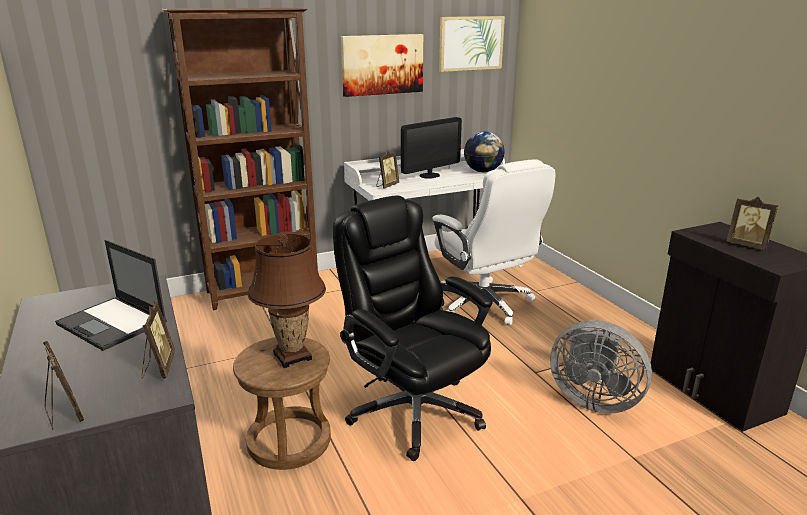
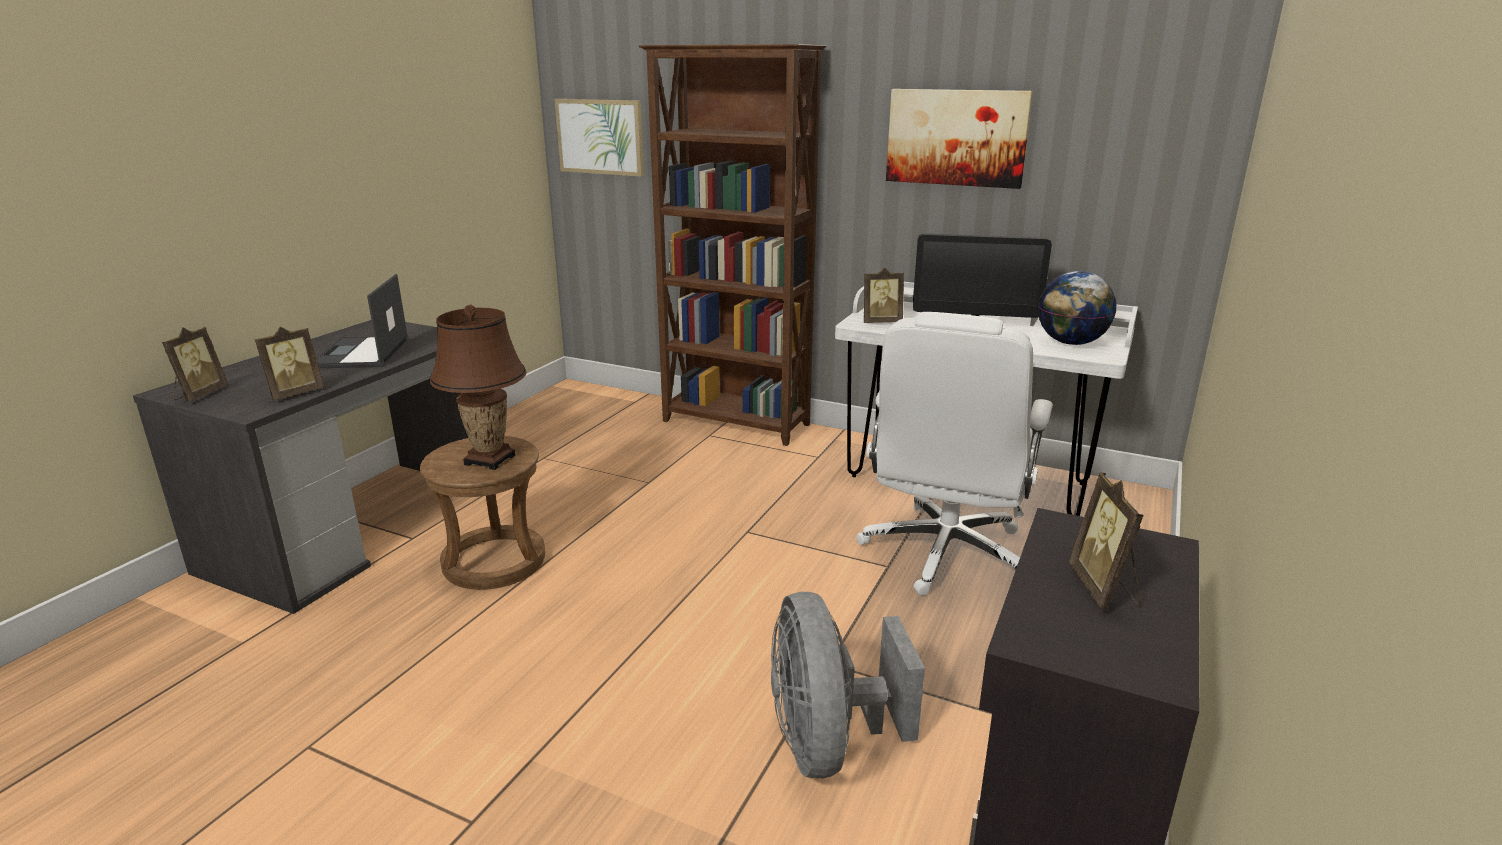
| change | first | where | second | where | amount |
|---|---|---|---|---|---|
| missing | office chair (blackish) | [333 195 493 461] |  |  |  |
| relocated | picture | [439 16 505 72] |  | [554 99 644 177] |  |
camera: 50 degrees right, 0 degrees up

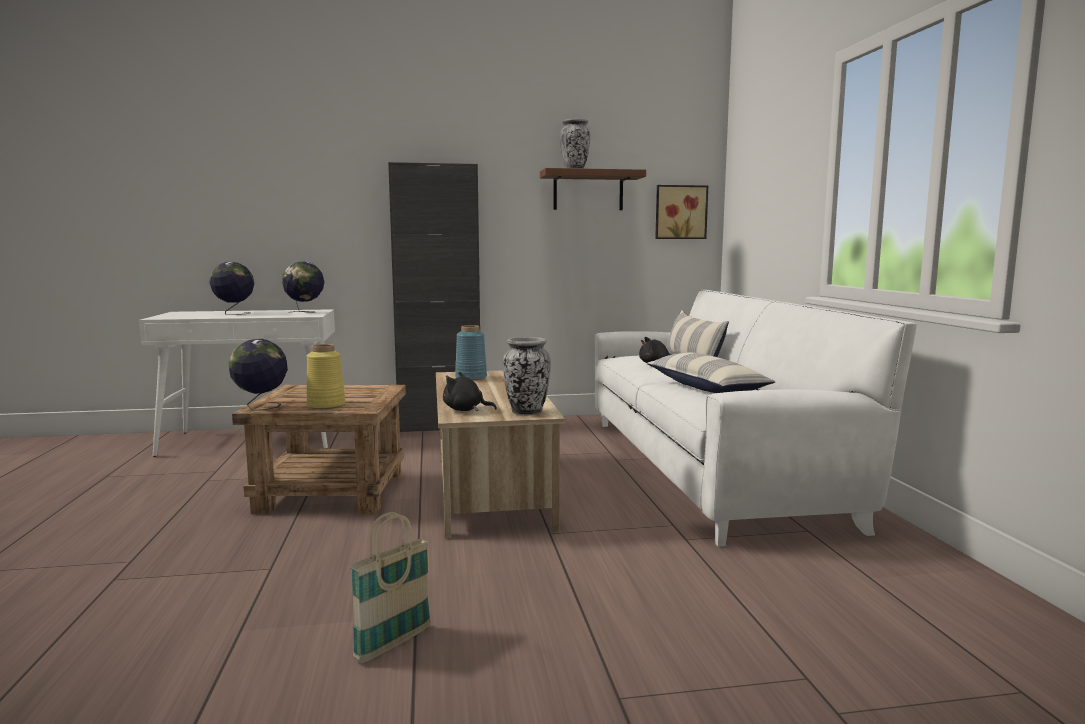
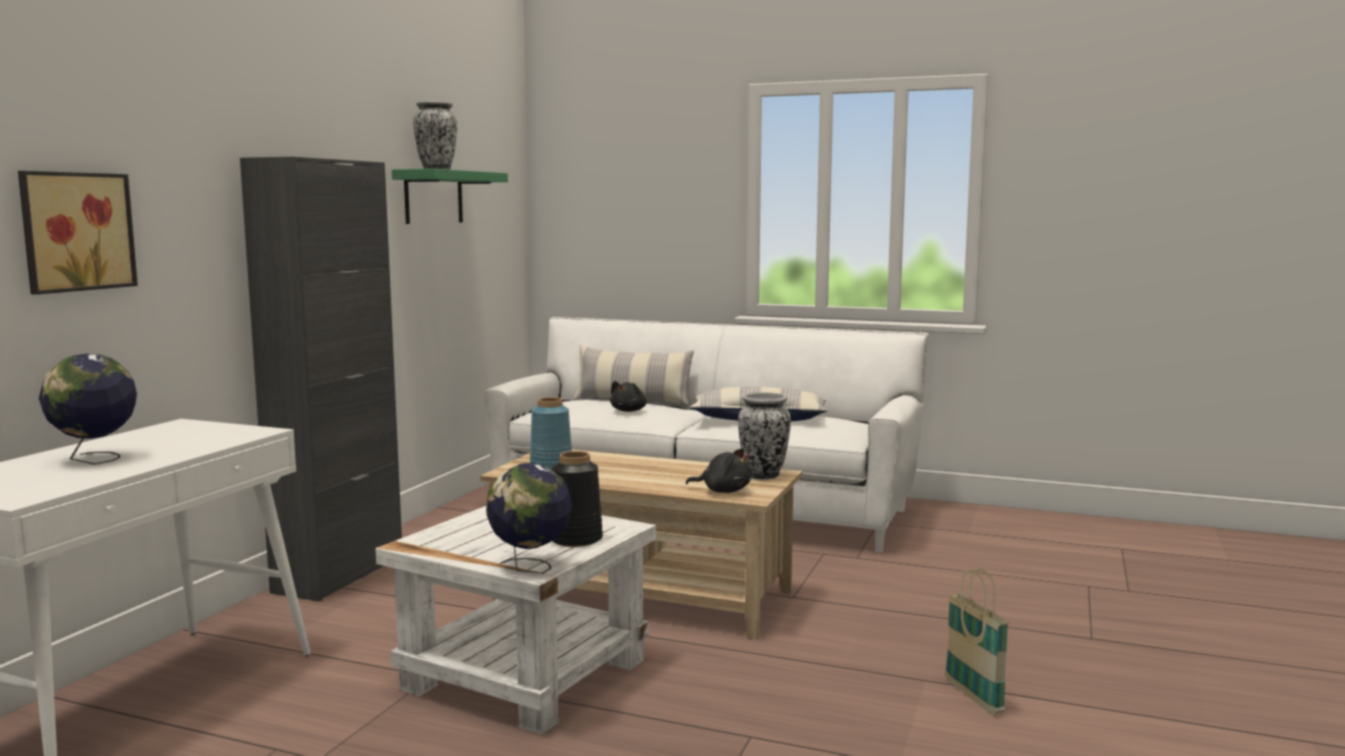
| change | first | where | second | where | amount |
|---|---|---|---|---|---|
| colour | side table (brownish) | [232 385 406 514] | side table (white) | [376 506 656 735] |  |
| missing | desk globe | [282 261 324 313] |  |  |  |
| colour | vase (yellow-coloured) | [307 344 346 409] | vase (blackish) | [552 451 603 547] |  |
| spun | soft toy (blackish) | [443 372 497 411] |  | [686 448 751 493] | 120 degrees counterclockwise |
| colour | shelf (brownish) | [540 168 646 210] | shelf (greenish) | [392 169 508 224] |  |
| relocated | picture | [655 185 708 239] |  | [18 171 138 295] |  |
camera: 60 degrees left, 0 degrees up

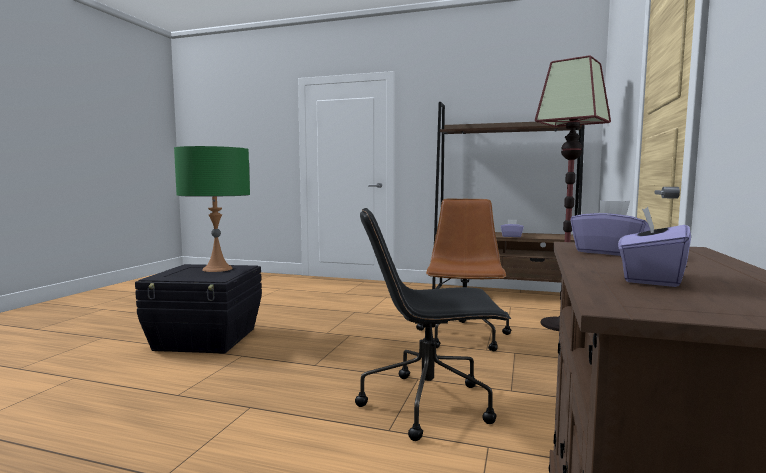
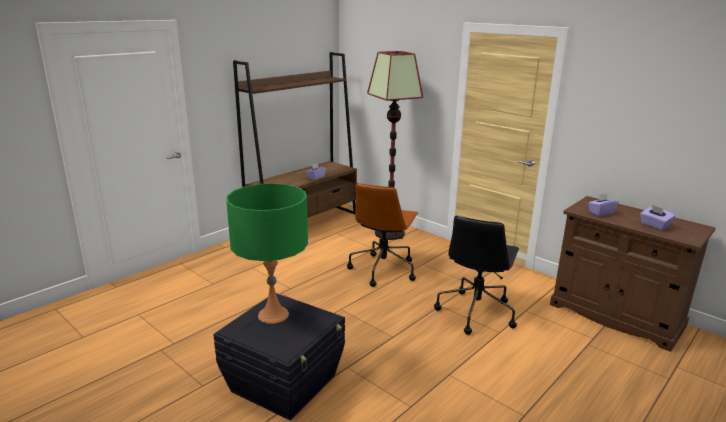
| change | first | where | second | where | amount |
|---|---|---|---|---|---|
| spun | office chair (brownish) | [416 199 511 351] |  | [347 183 419 287] | 105 degrees counterclockwise |
camera: 65 degrees left, 15 degrees up

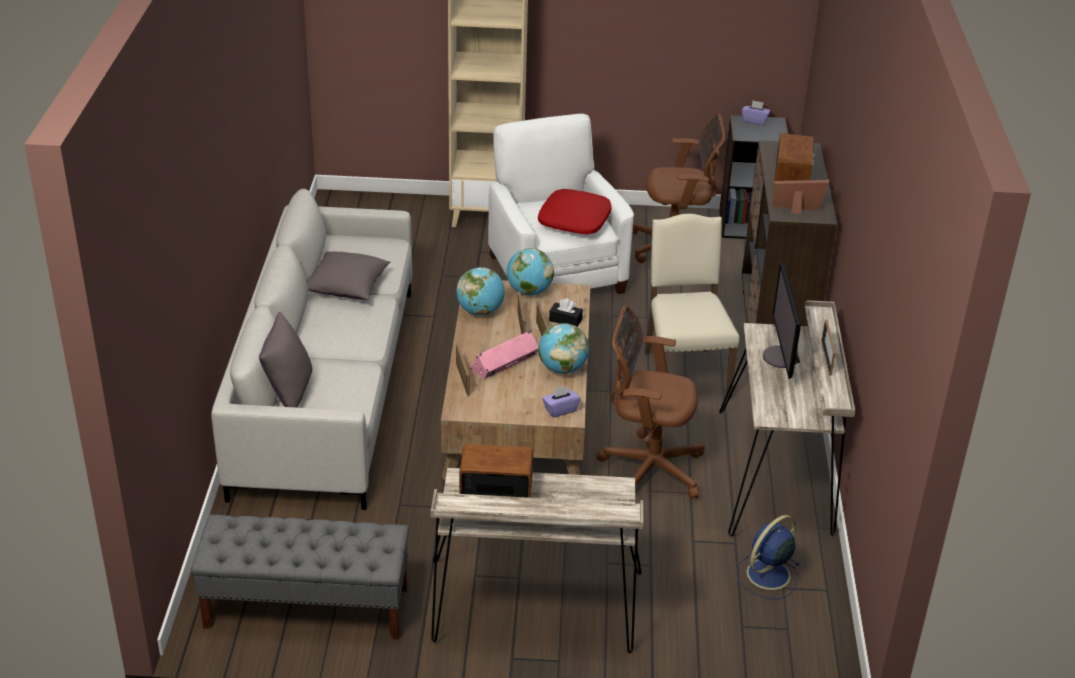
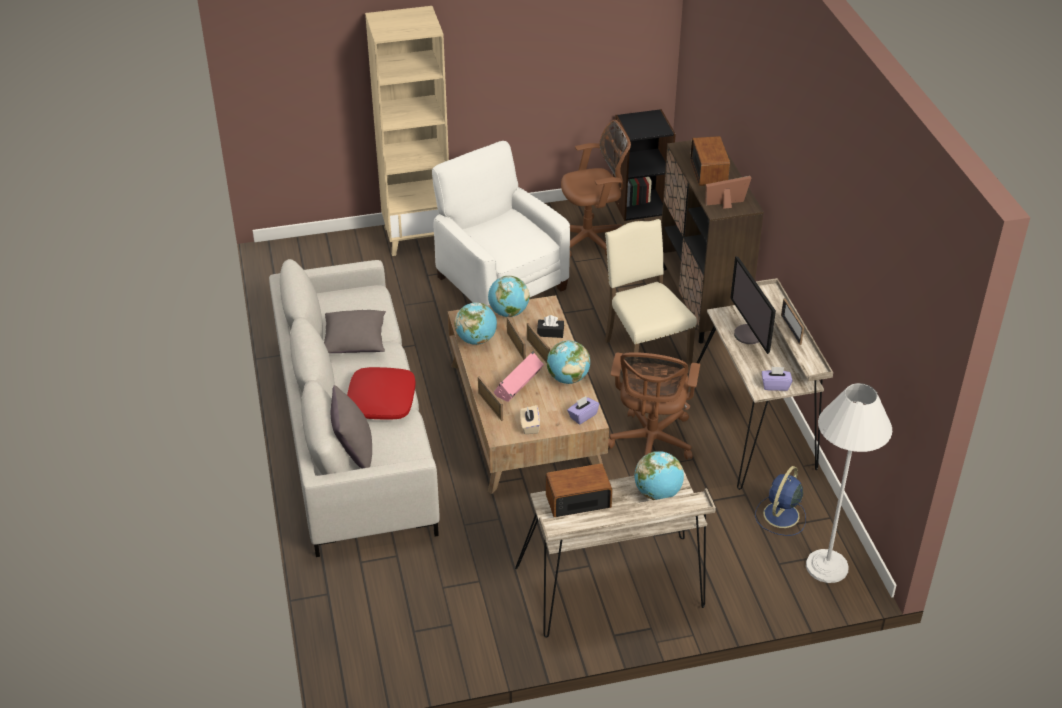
| change | first | where | second | where | amount |
|---|---|---|---|---|---|
| missing | bench (greyish) | [191 515 409 640] |  |  |  |
| relocated | throw pillow (red) | [538 189 612 234] |  | [347 367 416 420] |  |
| spun | office chair (brownish) | [596 305 705 499] |  | [608 352 700 460] | 75 degrees counterclockwise |
| relocated | tissue holder (purplish) | [742 100 771 125] |  | [762 366 792 391] |  |
| appeared |  |  | tissue holder (sand-coloured) | [520 405 540 434] |  |
| appeared |  |  | desk globe | [635 451 684 500] |  |
| appeared |  |  | standard lamp (white) | [806 383 892 583] |  |
camera: 15 degrees left, 5 degrees up

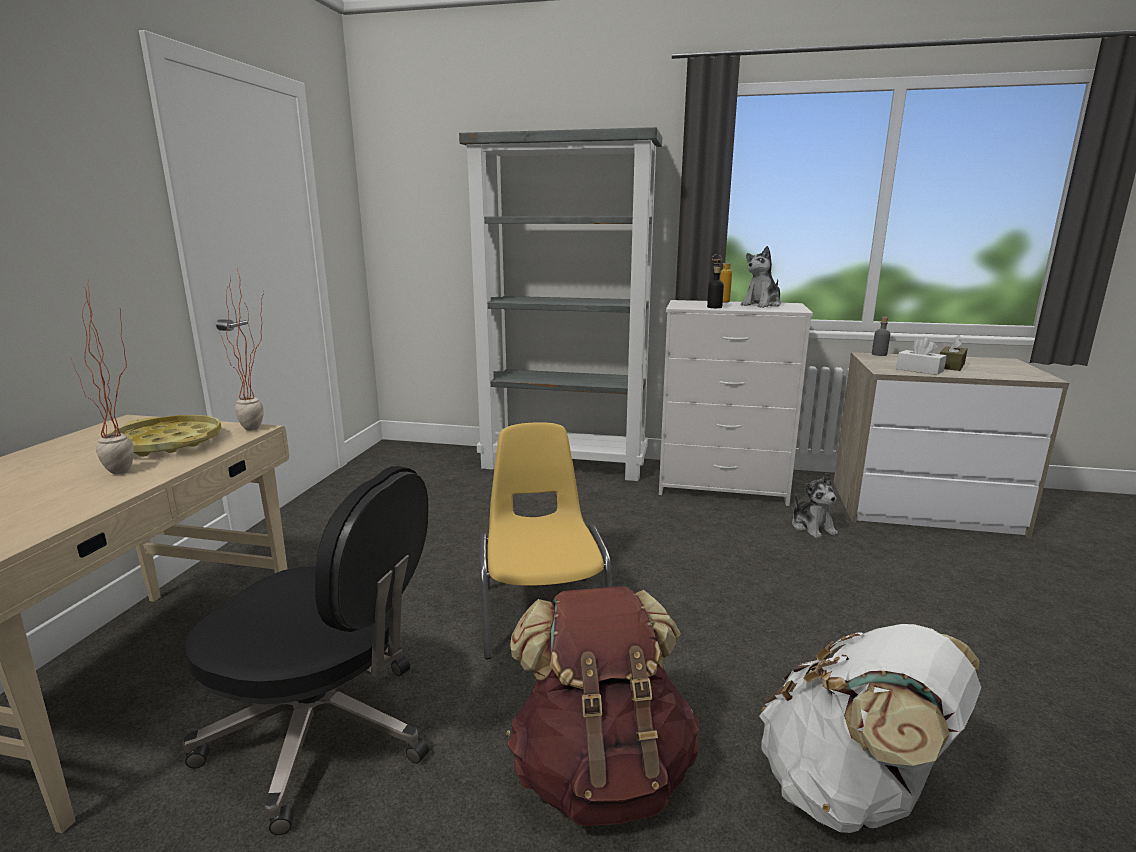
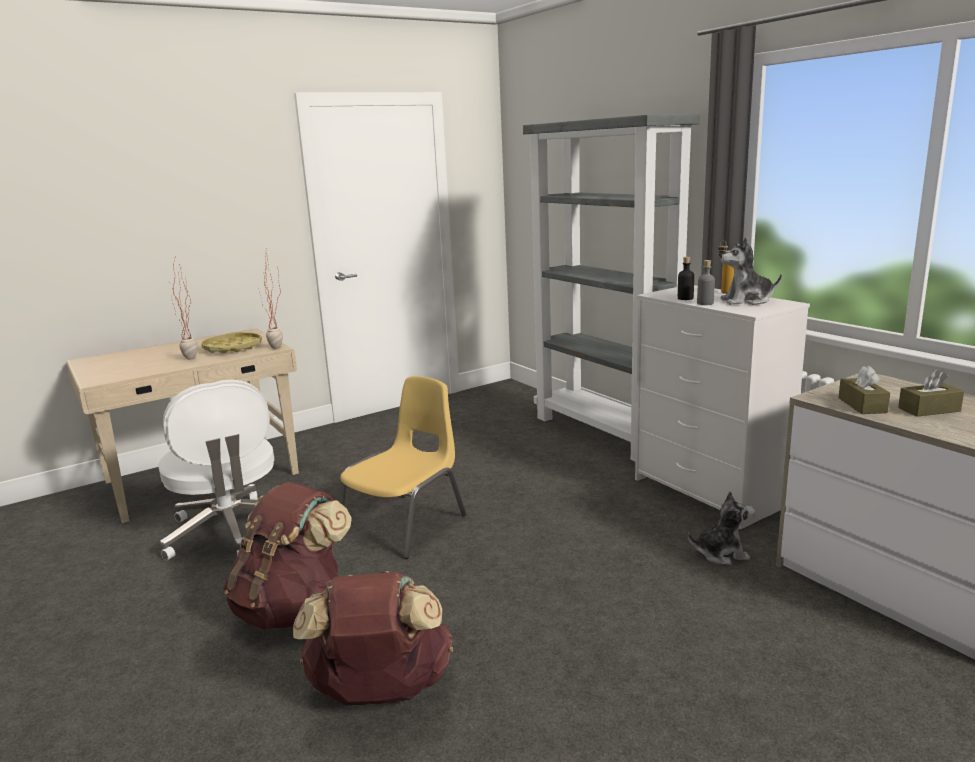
| change | first | where | second | where | amount |
|---|---|---|---|---|---|
| colour | office chair (blackish) | [183 466 429 835] | office chair (white) | [158 380 275 560] |  |
| colour | rucksack (white) | [759 624 981 833] | rucksack (brownish) | [293 571 453 705] |  |
| spun | soft toy | [792 473 838 538] |  | [688 491 755 565] | 120 degrees counterclockwise |
| relocated | beverage bottle (greyish) | [872 317 890 356] |  | [697 260 715 305] |  |
| colour | tissue holder (white) | [896 337 947 375] | tissue holder (brownish) | [838 366 890 414] |  |
camera: 45 degrees right, 0 degrees up

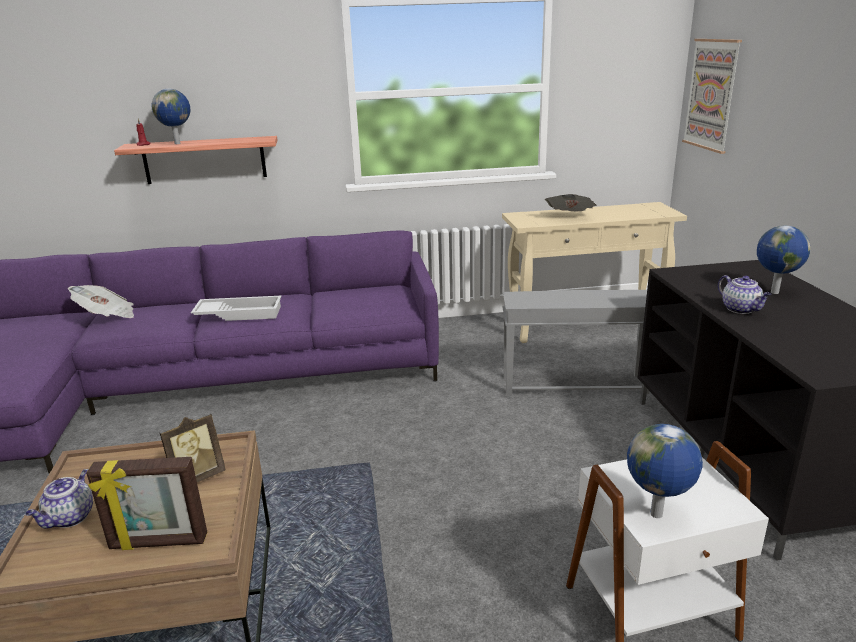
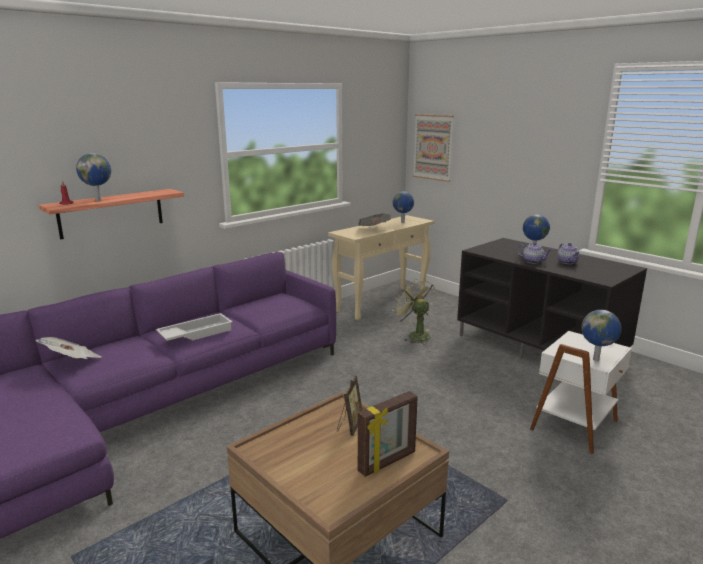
| change | first | where | second | where | amount |
|---|---|---|---|---|---|
| relocated | teapot | [25 469 93 529] |  | [557 243 579 264] |  |
| exchanged | side table (greyish) | [503 290 650 395] | cooling fan (greenish) | [392 278 436 345] |  |
| appeared |  |  | desk globe | [393 191 414 223] |  |
camera: 35 degrees left, 5 degrees down

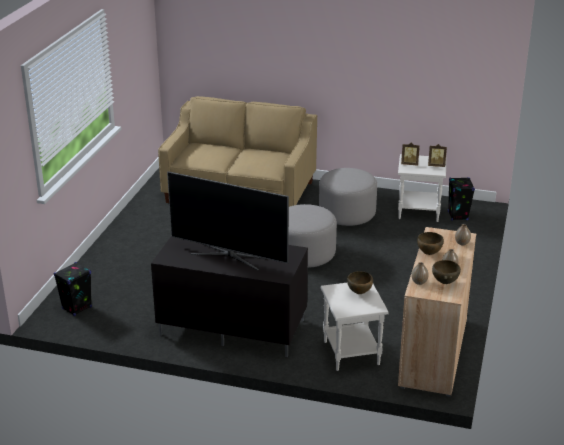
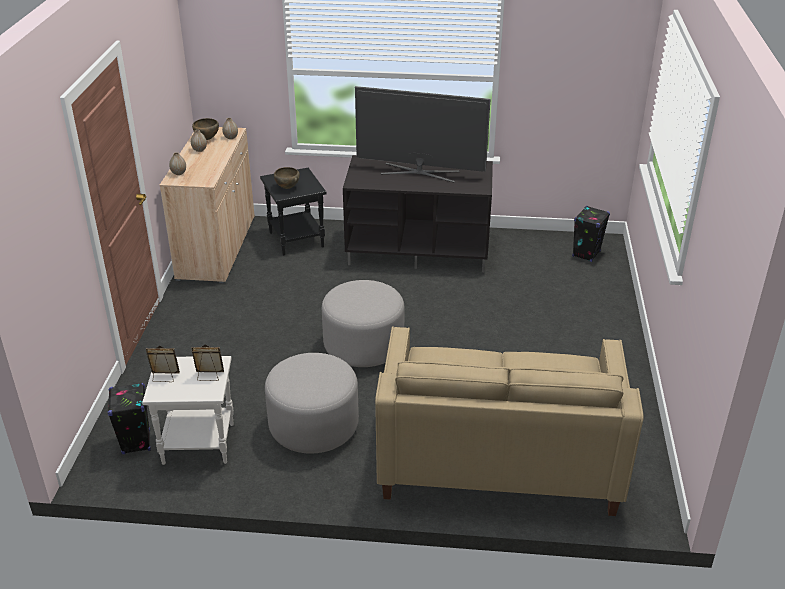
| change | first | where | second | where | amount |
|---|---|---|---|---|---|
| colour | side table (white) | [321 283 389 371] | side table (blackish) | [260 168 327 256] |  |
| missing | serving bowl (brownish) | [417 232 444 255] |  |  |  |
camera: 170 degrees right, 5 degrees up

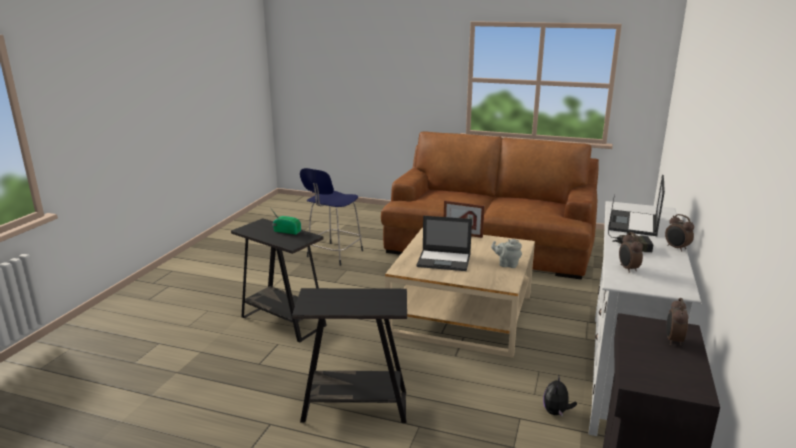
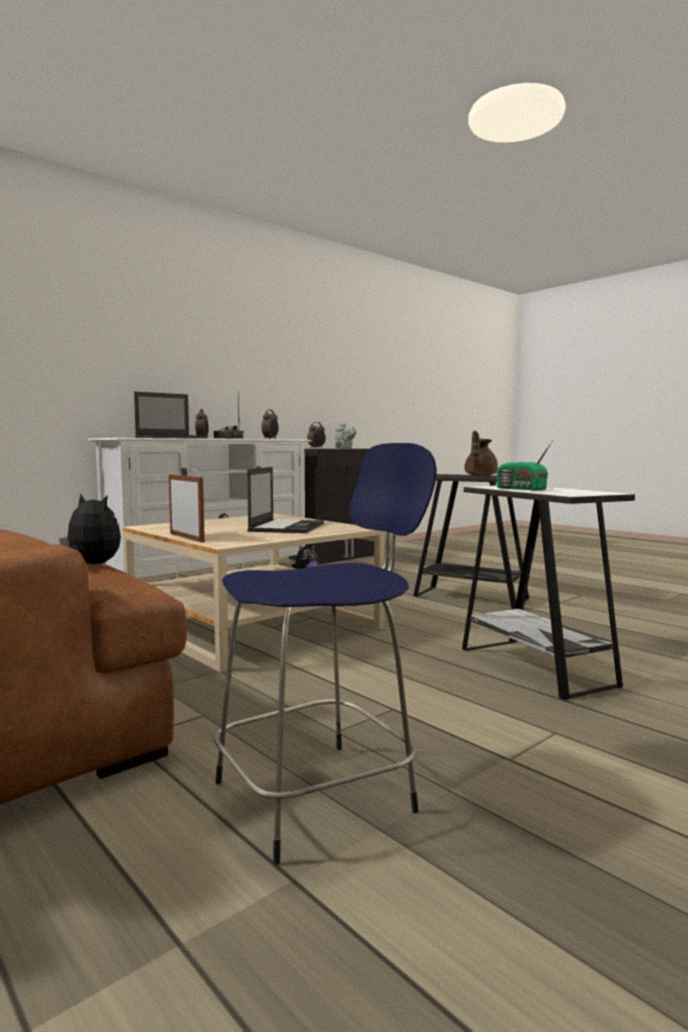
| change | first | where | second | where | amount |
|---|---|---|---|---|---|
| colour | side table (blackish) | [231 218 327 343] | side table (white) | [462 486 635 700] |  |
| spun | portable computer | [417 216 472 271] |  | [247 467 324 533] | 60 degrees clockwise |
| relocated | teapot (greyish) | [491 239 522 268] |  | [335 423 357 449] |  |
| appeared |  |  | soft toy | [59 493 121 564] |  |
| appeared |  |  | teapot (brownish) | [464 430 498 476] |  |
camera: 150 degrees left, 15 degrees down

